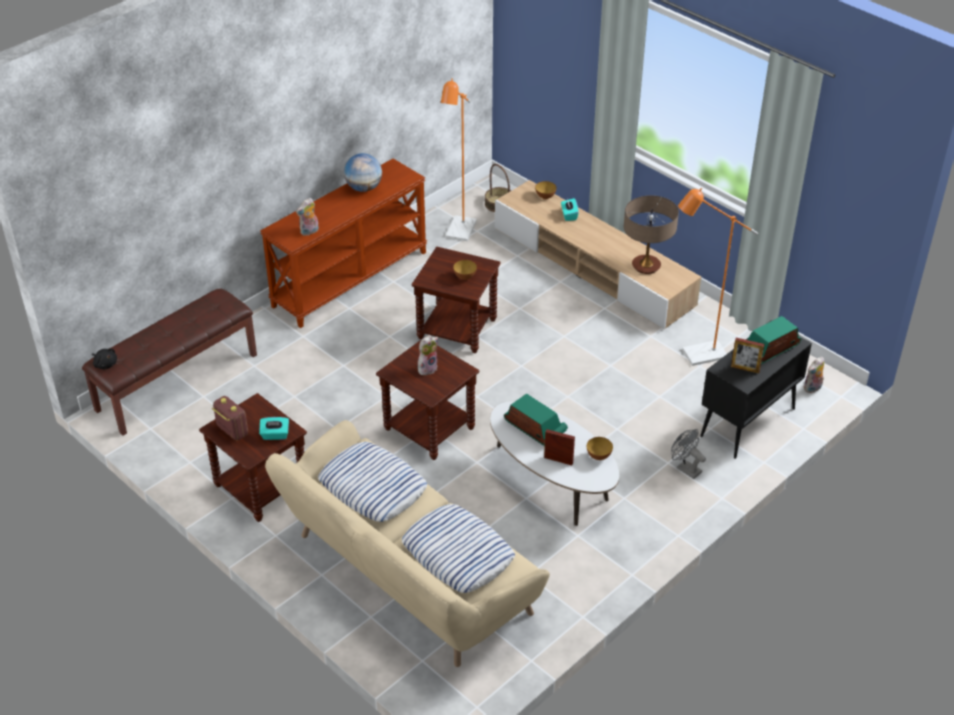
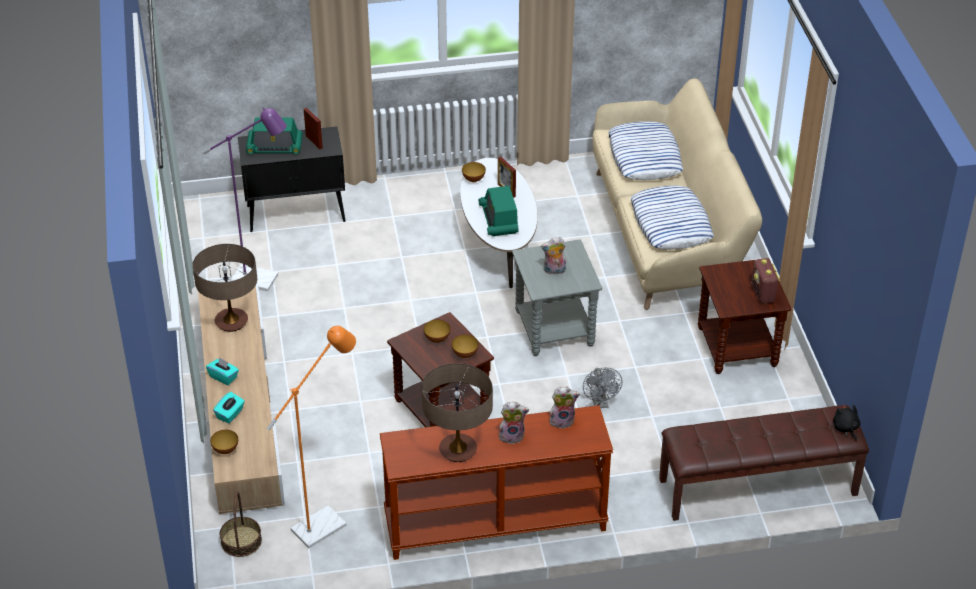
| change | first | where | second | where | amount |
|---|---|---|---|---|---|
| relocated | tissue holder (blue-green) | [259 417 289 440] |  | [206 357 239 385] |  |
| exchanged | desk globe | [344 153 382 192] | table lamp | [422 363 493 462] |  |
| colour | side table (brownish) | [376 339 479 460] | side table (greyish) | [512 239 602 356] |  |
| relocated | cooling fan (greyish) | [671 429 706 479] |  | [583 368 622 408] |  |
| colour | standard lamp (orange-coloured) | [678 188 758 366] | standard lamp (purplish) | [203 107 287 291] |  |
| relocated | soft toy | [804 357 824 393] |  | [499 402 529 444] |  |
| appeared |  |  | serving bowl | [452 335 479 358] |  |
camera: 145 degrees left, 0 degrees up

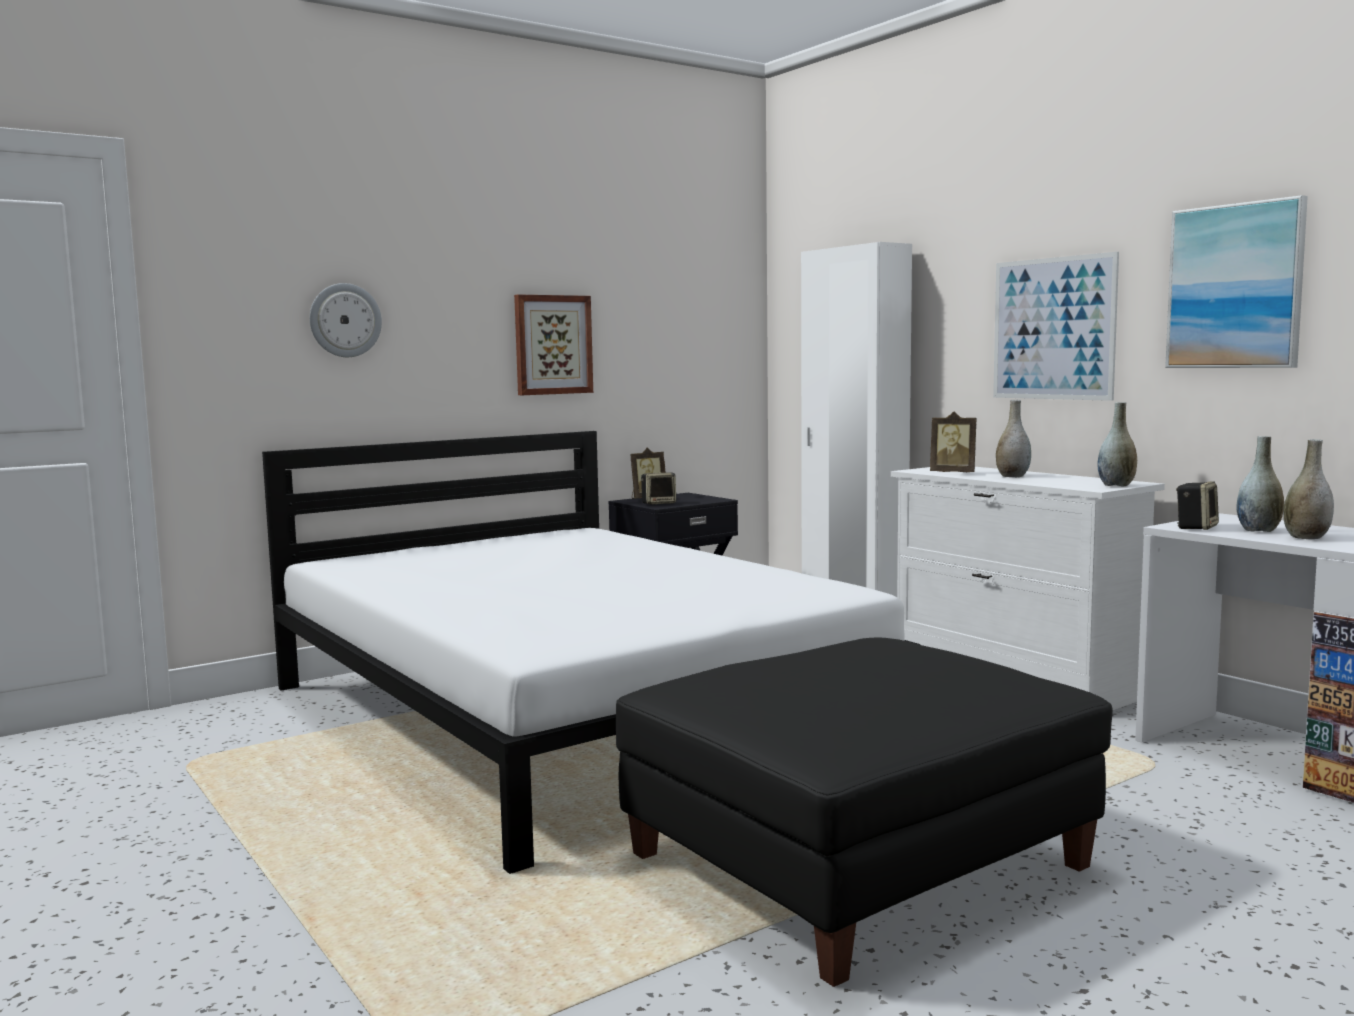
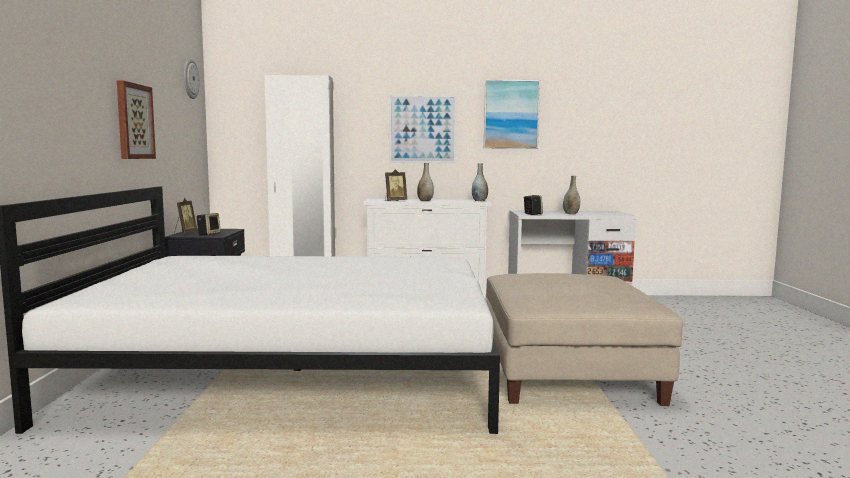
| change | first | where | second | where | amount |
|---|---|---|---|---|---|
| relocated | hanging clock | [309 283 382 357] |  | [184 58 200 99] |  |
| colour | pouffe (blackish) | [616 637 1113 987] | pouffe (sand-coloured) | [486 273 683 406] |  |
| missing | vase (greyish) | [1237 436 1284 532] |  |  |  |
camera: 55 degrees left, 0 degrees up

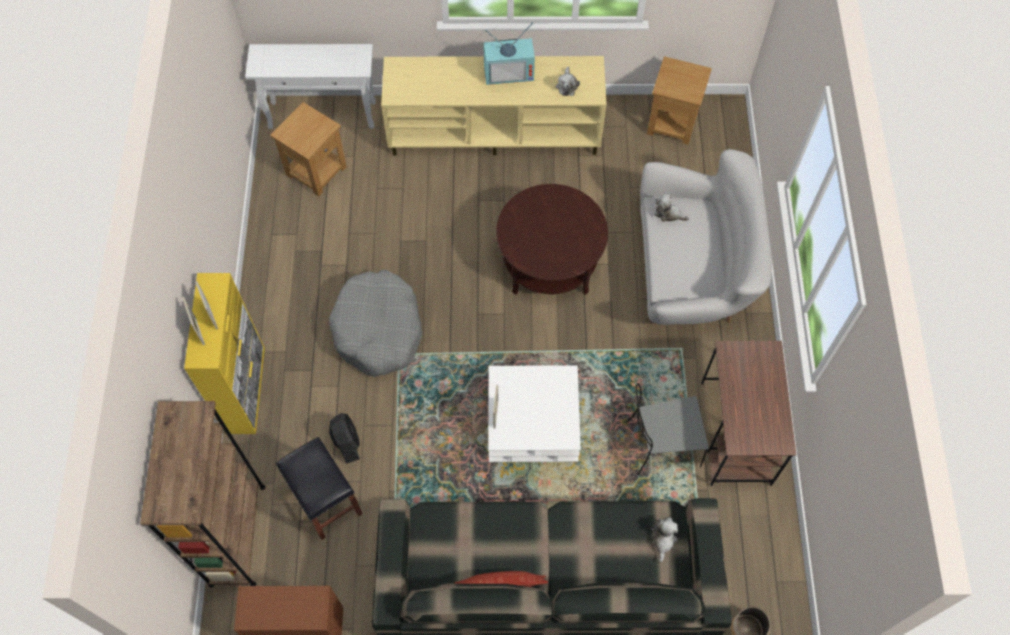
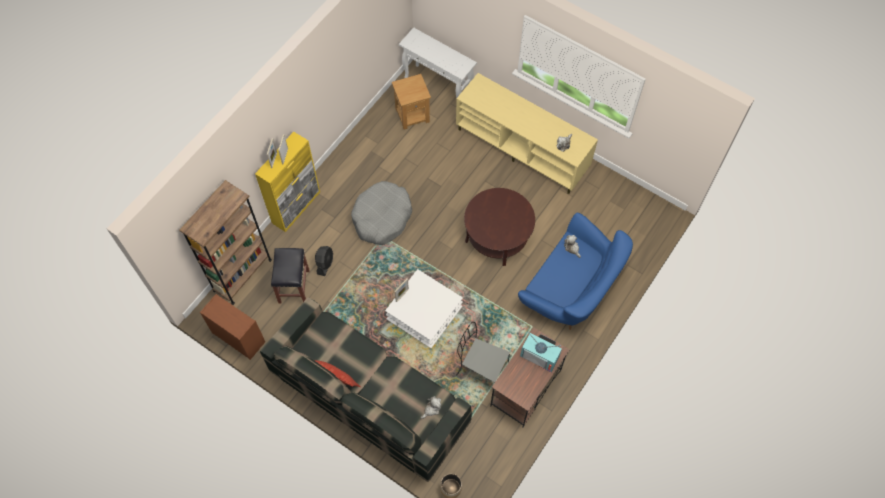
| change | first | where | second | where | amount |
|---|---|---|---|---|---|
| relocated | TV | [483 22 535 85] |  | [520 332 562 372] |  |
| colour | settee (white) | [640 149 772 325] | settee (blue) | [518 213 633 330] |  |
| missing | side table (brownish) | [647 56 712 145] |  |  |  |
camera: 35 degrees right, 0 degrees up

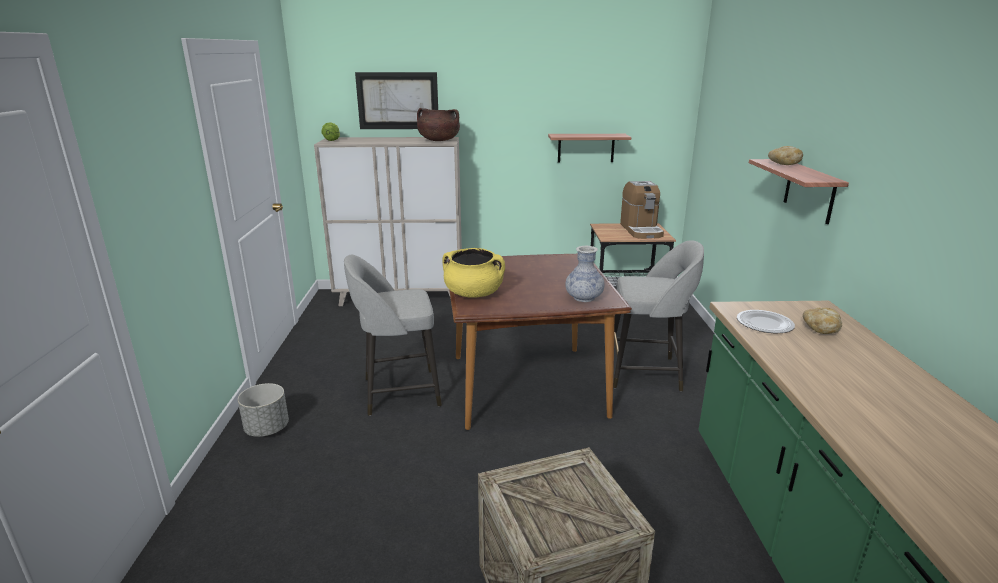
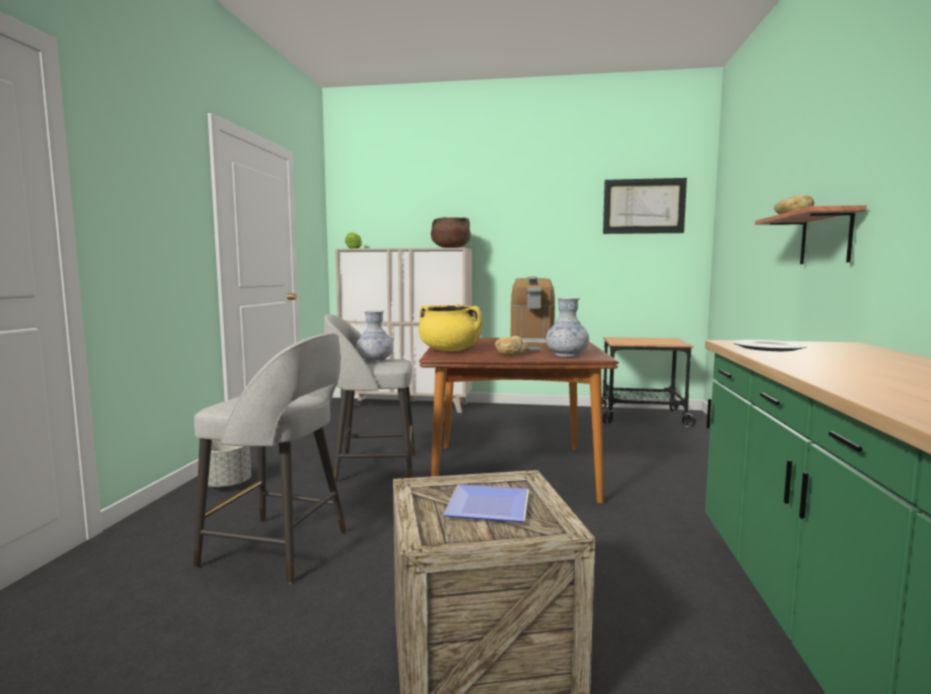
| change | first | where | second | where | amount |
|---|---|---|---|---|---|
| relocated | picture | [355 72 438 129] |  | [603 178 687 234] |  |
| missing | shelf | [548 134 631 162] |  |  |  |
| relocated | stool (greyish) | [613 240 704 392] |  | [193 333 347 584] |  |
| relocated | coffee brewer | [620 181 664 239] |  | [511 277 555 351] |  |
| relocated | baked bread | [803 308 842 334] |  | [495 336 528 355] |  |
| appeared |  |  | vase | [356 310 394 362] |  |
| appeared |  |  | dinner plate | [443 484 529 522] |  |
camera: 10 degrees right, 15 degrees down

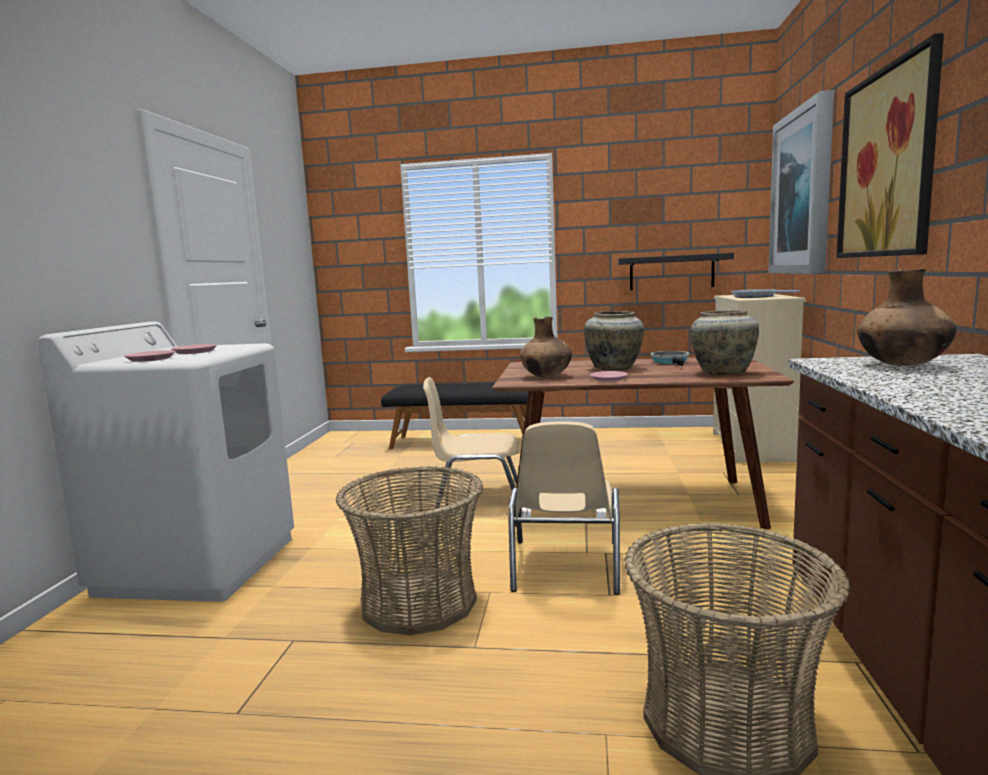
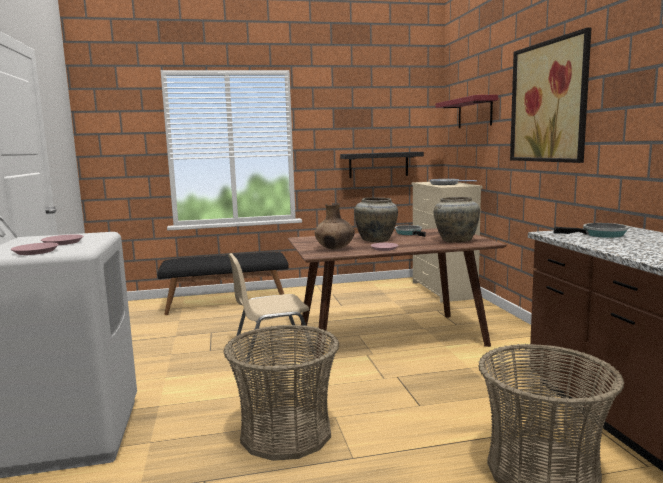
| change | first | where | second | where | amount |
|---|---|---|---|---|---|
| missing | plain chair (sand-coloured) | [508 422 620 595] |  |  |  |
| exchanged | picture | [768 90 834 274] | shelf (red) | [435 95 498 128] |  |
| exchanged | vase (brownish) | [857 269 957 366] | pan | [554 223 628 238] |  |
camera: 20 degrees left, 0 degrees up

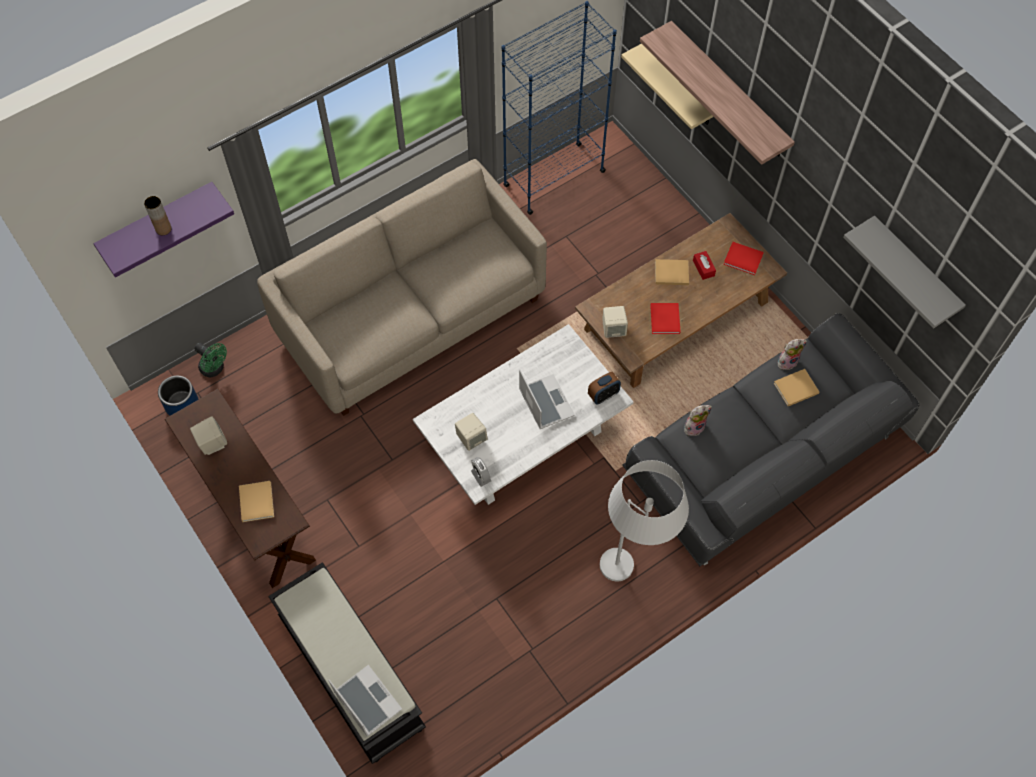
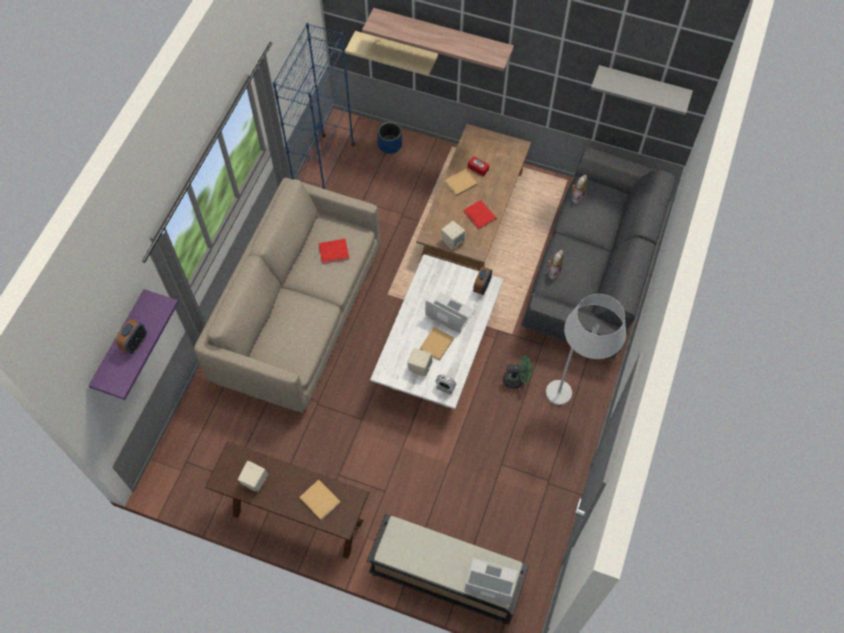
| change | first | where | second | where | amount |
|---|---|---|---|---|---|
| exchanged | vase (brownish) | [144 196 171 235] | alarm clock | [116 319 147 354] |  |
| relocated | planter (blue) | [158 376 199 416] |  | [377 121 402 154] |  |
| relocated | cooling fan (greenish) | [195 343 227 377] |  | [503 356 532 389] |  |
| relocated | volume (red) | [723 242 764 275] |  | [319 239 349 264] |  |
| relocated | volume (sand-coloured) | [774 369 819 406] |  | [420 327 454 361] |  |
camera: 35 degrees left, 0 degrees up

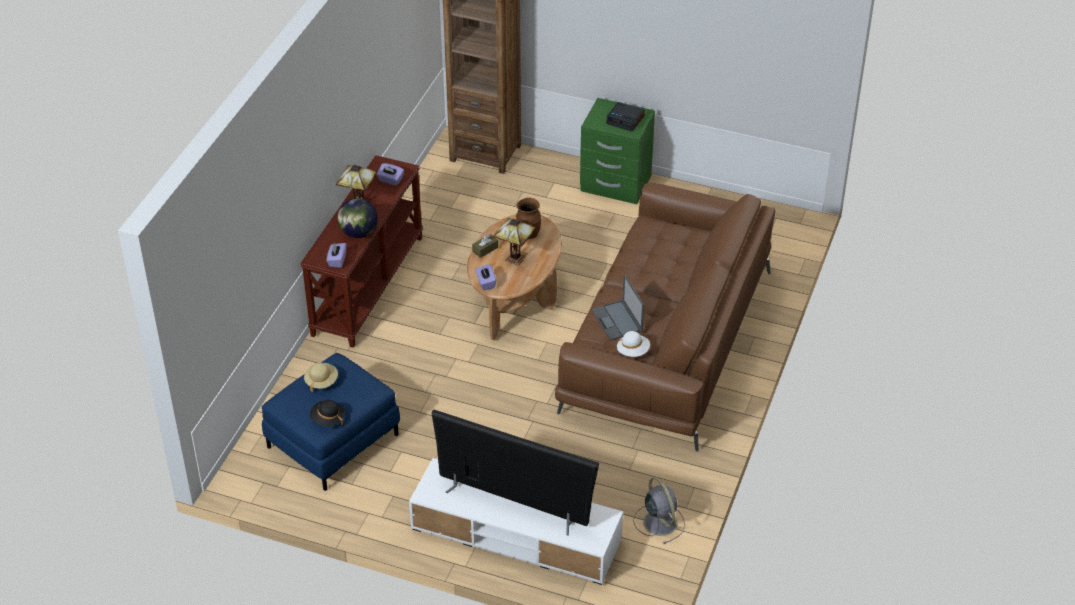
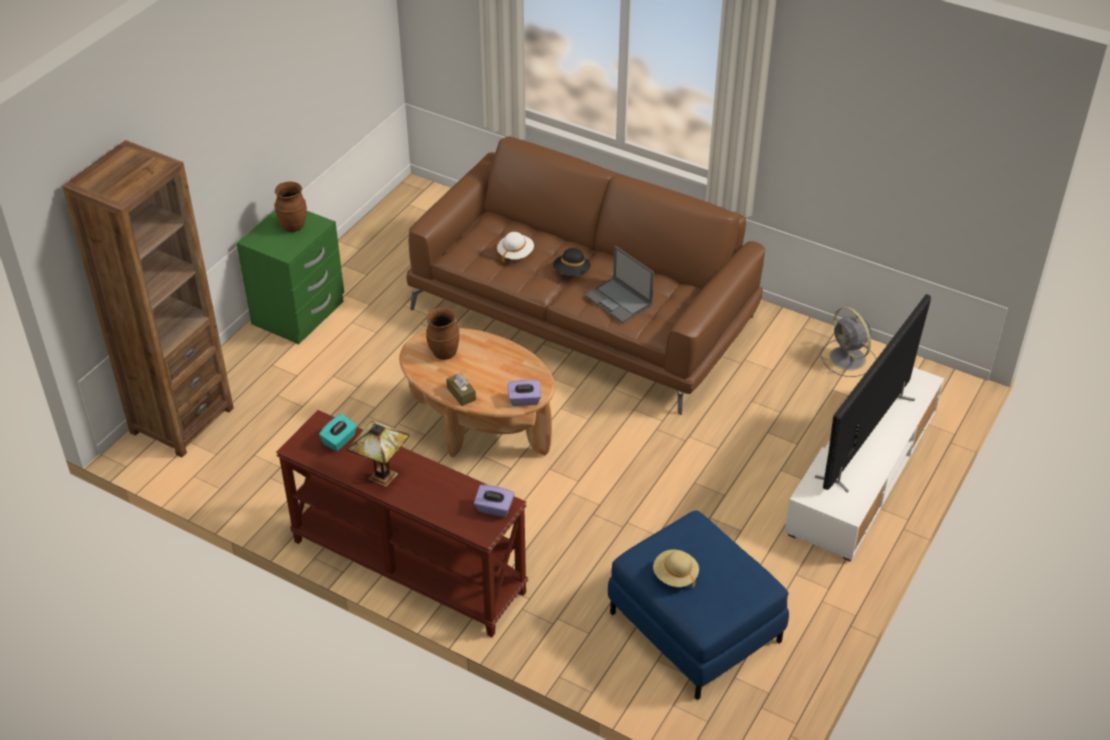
| change | first | where | second | where | amount |
|---|---|---|---|---|---|
| relocated | clothing hat (blackish) | [310 400 345 427] |  | [553 248 591 276] |  |
| missing | desk globe | [338 198 378 238] |  |  |  |
| colour | tissue holder (purplish) | [376 163 404 186] | tissue holder (blue-green) | [319 414 357 451] |  |
| missing | table lamp | [494 218 536 266] |  |  |  |
| spun | portable computer | [592 275 644 341] |  | [585 246 654 323] | 60 degrees clockwise |
| exchanged | alarm clock | [606 102 645 131] | vase (brownish) | [274 181 307 232] |  |
| relocated | clothing hat (white) | [617 331 650 357] |  | [497 232 534 263] |  |
| spun | cooling fan (greyish) | [633 477 685 544] |  | [821 307 876 377] | 105 degrees counterclockwise |
camera: 80 degrees left, 0 degrees up

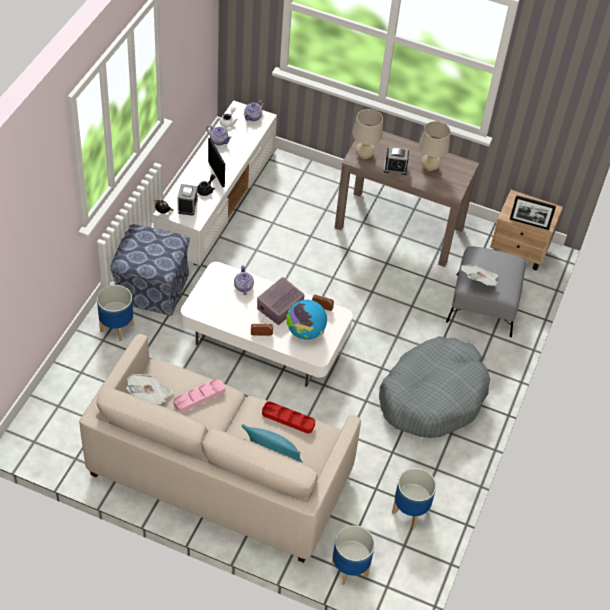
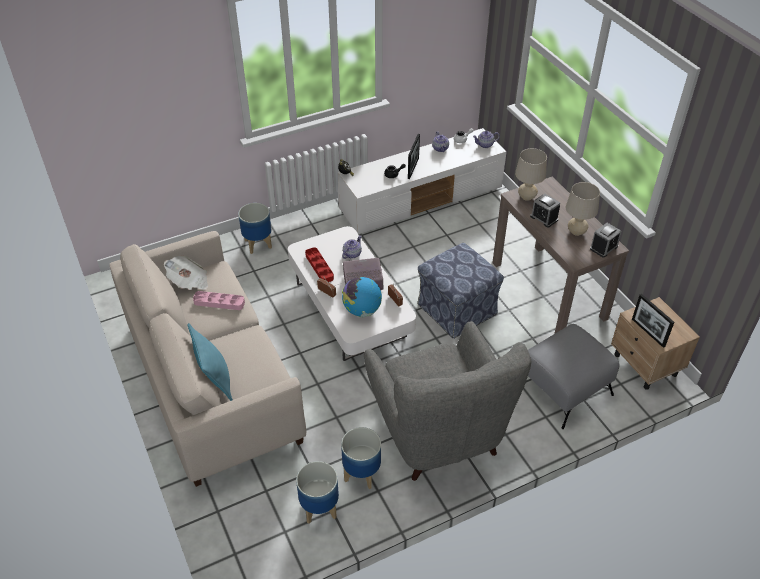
| change | first | where | second | where | amount |
|---|---|---|---|---|---|
| relocated | pouffe | [110 224 190 316] |  | [417 243 504 339] |  |
| relocated | alarm clock | [177 184 198 216] |  | [590 223 622 258] |  |
| relocated | serving tray (red) | [262 401 315 434] |  | [305 247 334 282] |  |
| relocated | planter | [332 525 375 585] |  | [341 427 381 489] |  |
| exchanged | dog cushion (greyish) | [379 336 490 438] | lounge chair (greyish) | [364 321 531 481] |  |
| missing | newspaper | [461 265 498 286] |  |  |  |
camera: 45 degrees right, 5 degrees down

